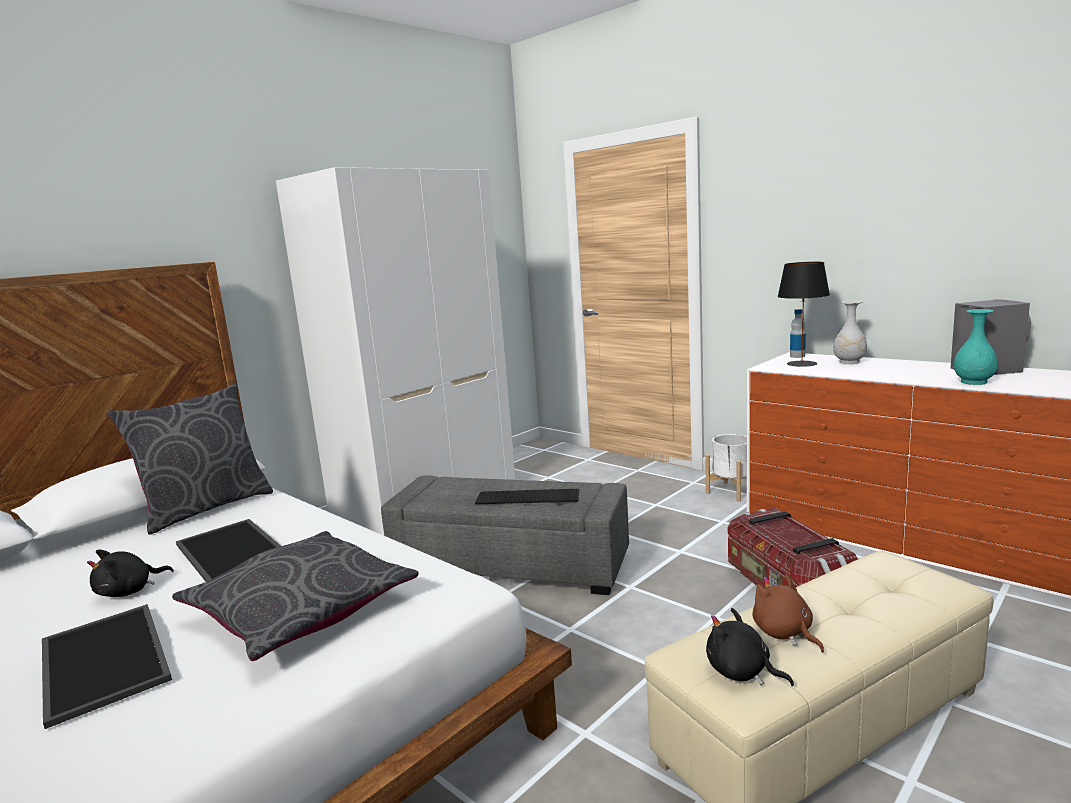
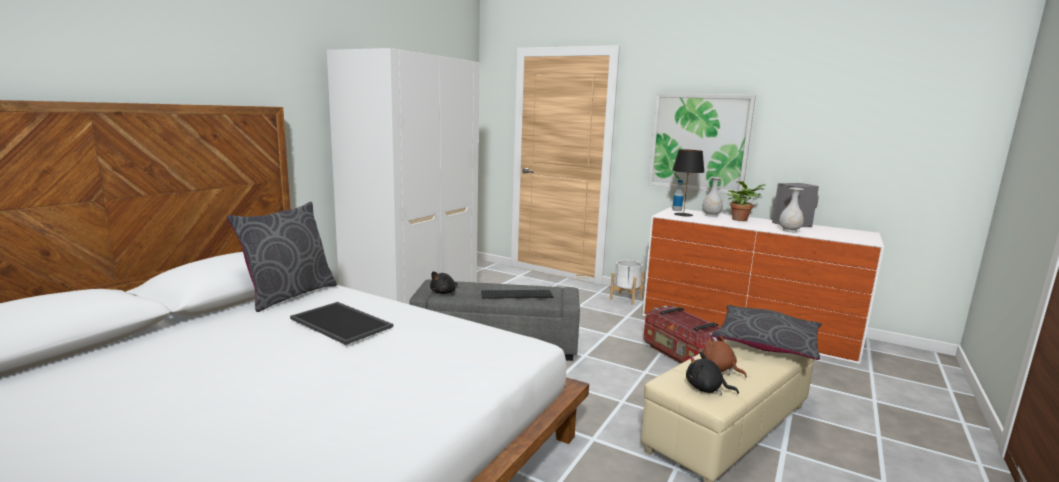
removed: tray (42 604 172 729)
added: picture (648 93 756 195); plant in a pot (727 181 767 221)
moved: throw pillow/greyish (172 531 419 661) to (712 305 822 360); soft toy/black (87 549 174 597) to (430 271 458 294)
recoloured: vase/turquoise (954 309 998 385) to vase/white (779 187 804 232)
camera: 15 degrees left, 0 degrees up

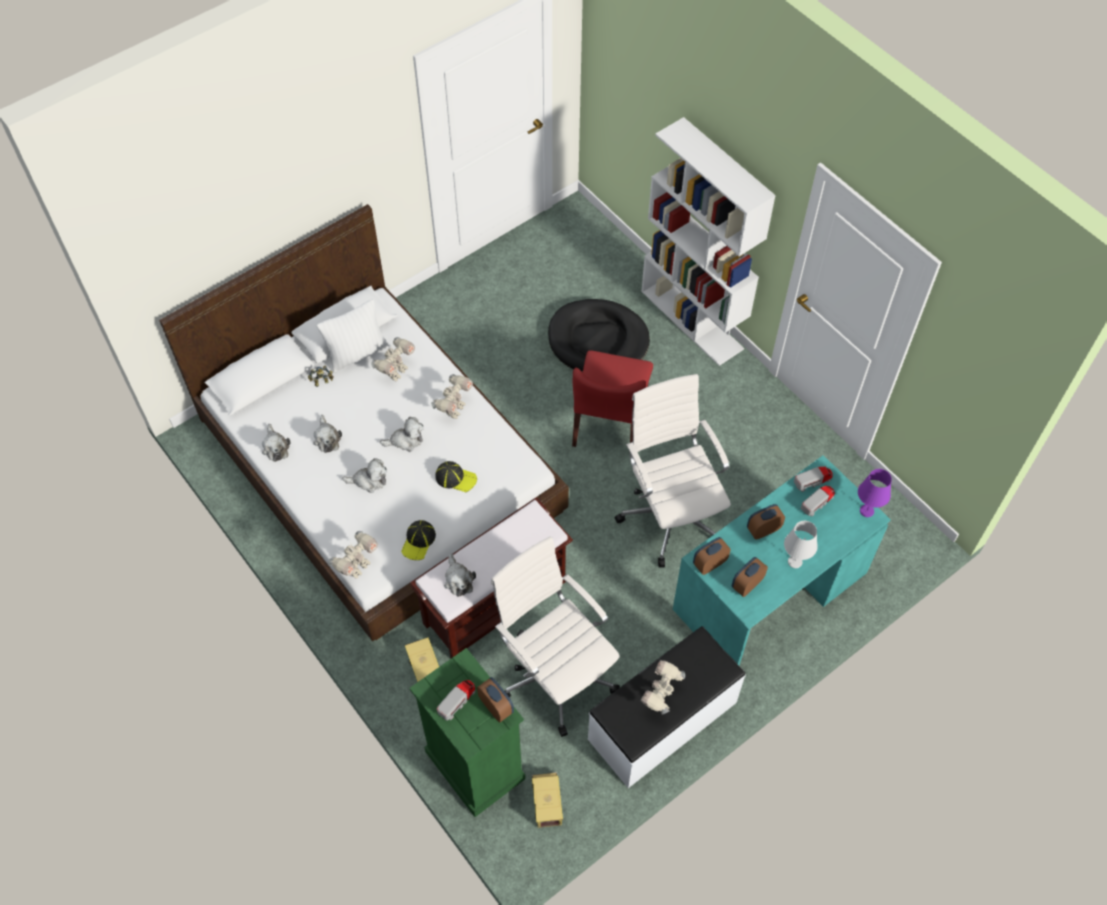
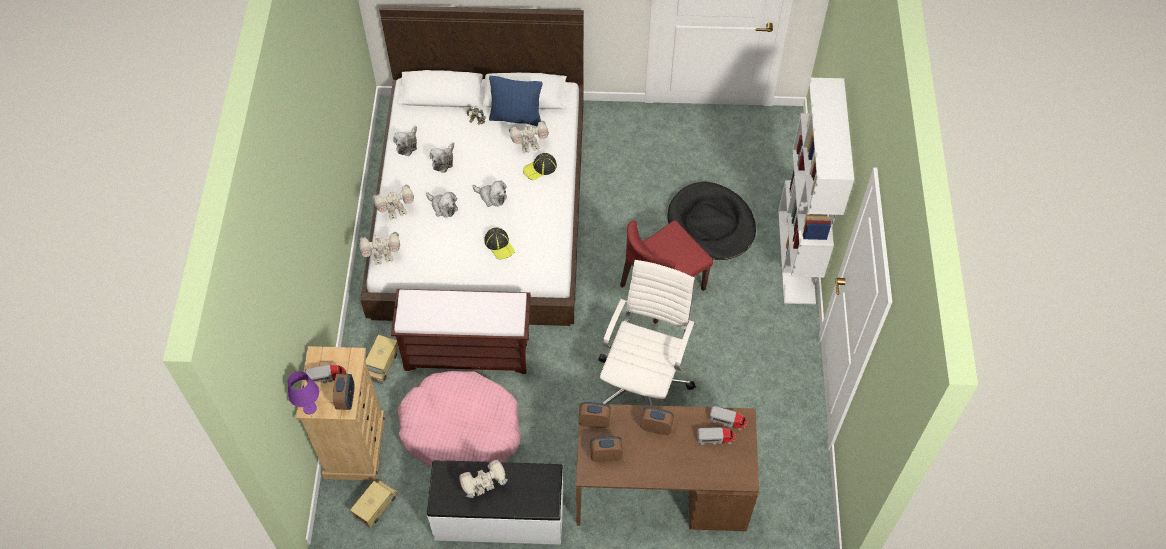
removed: tabletop lamp/white (784 521 818 568); soft toy (444 553 476 597)
moved: model robot (431 374 473 419) to (373 185 414 220); tabletop lamp/purplish (858 469 892 517) to (288 371 319 414); peaked cap (401 520 436 560) to (523 153 557 181)
replaced: office chair/white (491 536 620 737) to dog cushion/pinkish (398 371 520 467)
recoloured: throw pillow/white (317 299 389 373) to throw pillow/blue-coloured (489 76 542 126); desk table/turquoise (673 455 891 666) to desk table/brown (576 403 759 531); drawer chest/green-coloured (410 648 525 817) to drawer chest/beige (296 346 385 481)
camera: 40 degrees right, 0 degrees up

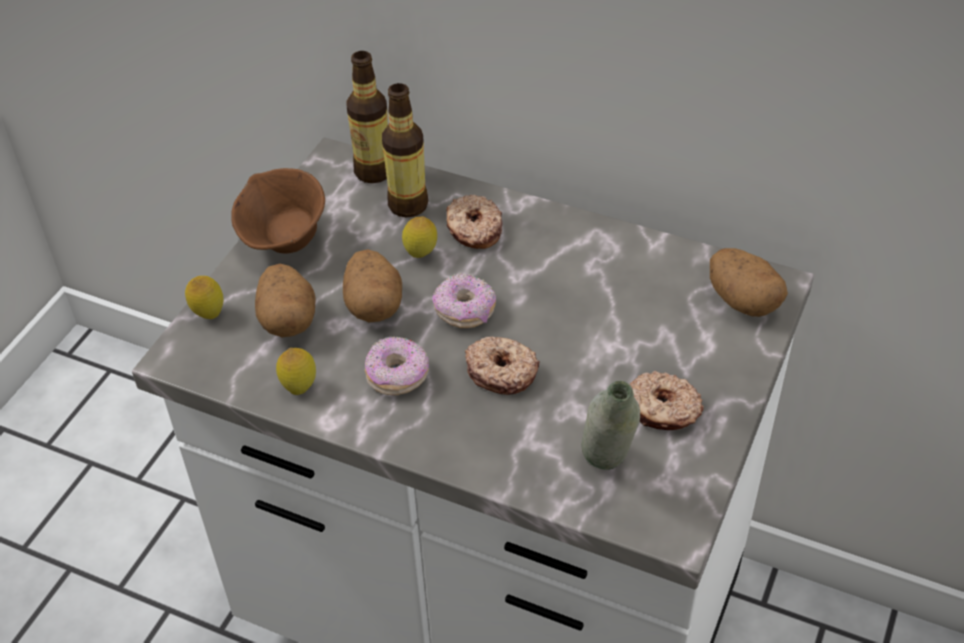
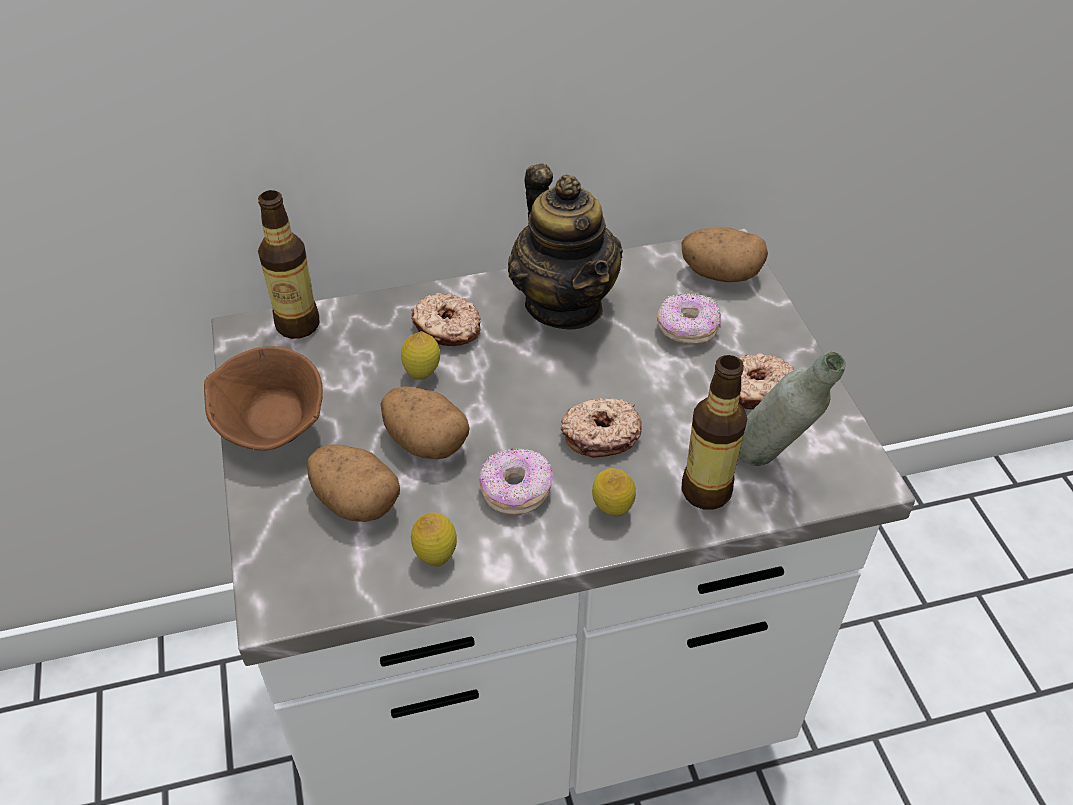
added: teapot (508 164 623 330)
moved: bottle (382 83 428 217) to (682 355 747 510); donut (432 273 496 328) to (657 293 721 345); lemon (185 276 223 319) to (592 468 636 516)
camera: 40 degrees left, 0 degrees up

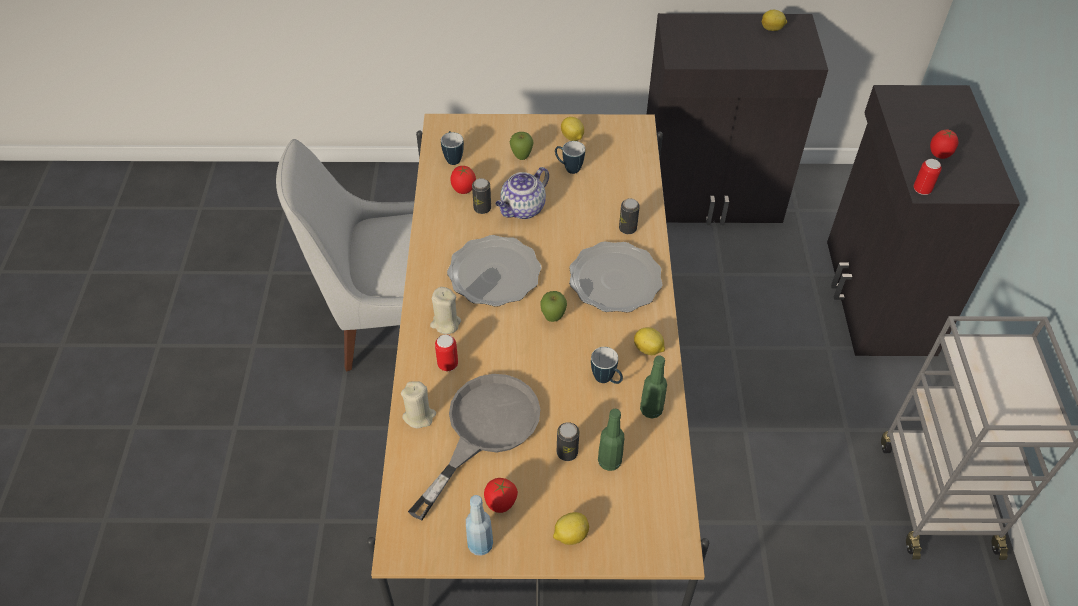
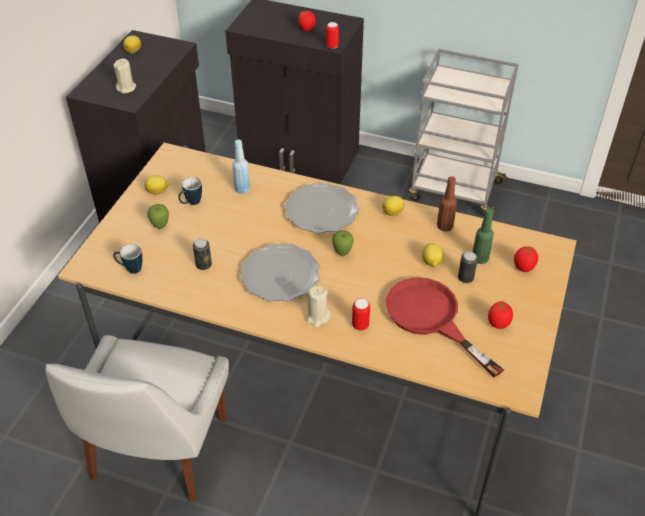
removed: teapot (495 167 549 219); metal can (619 198 640 234); coffee mug (591 347 623 384)
moved: tomato (450 166 476 194) to (514 246 538 272); candle/beige (401 381 436 429) to (113 58 136 93); bottle/blue-coloured (466 495 493 556) to (232 140 250 194); lemon (553 512 589 545) to (422 243 443 267)
recoloured: bottle/green-coloured (640 356 667 418) to bottle/brown (437 176 457 231); frying pan/greyish (408 374 540 520) to frying pan/reddish (386 277 504 378)
camera: 70 degrees left, 5 degrees down

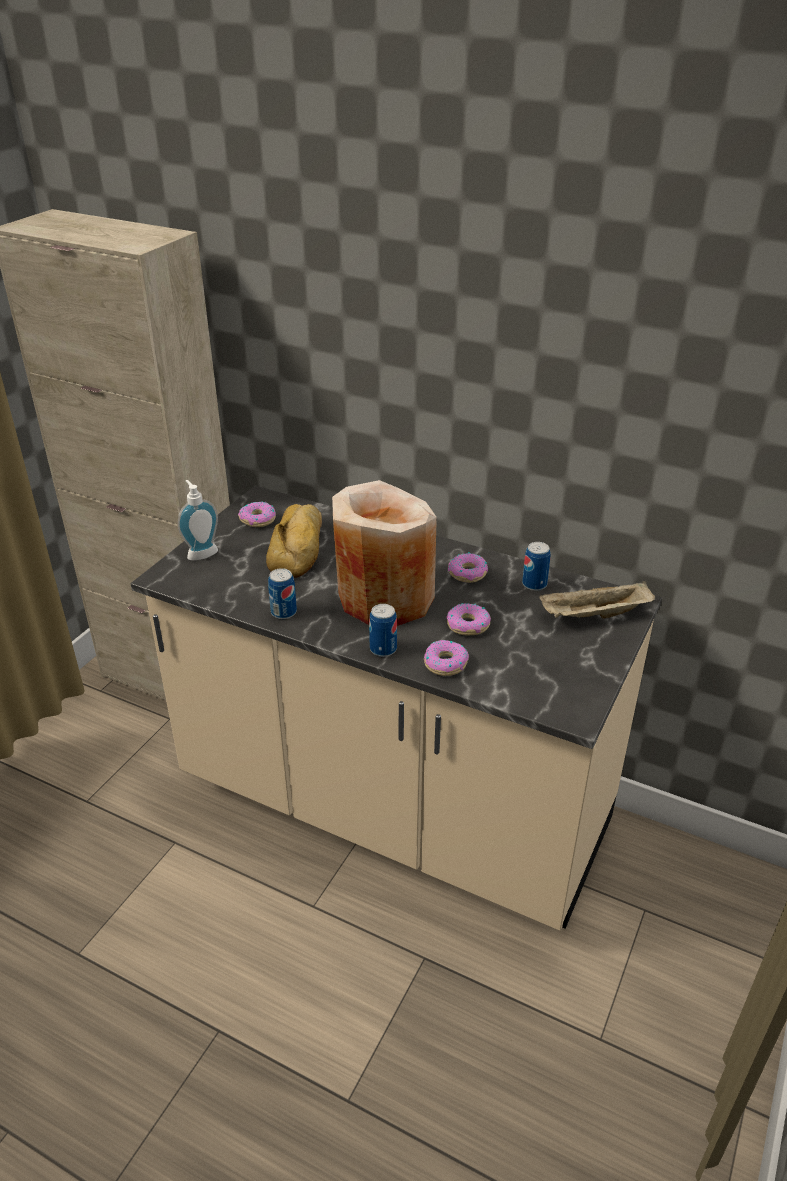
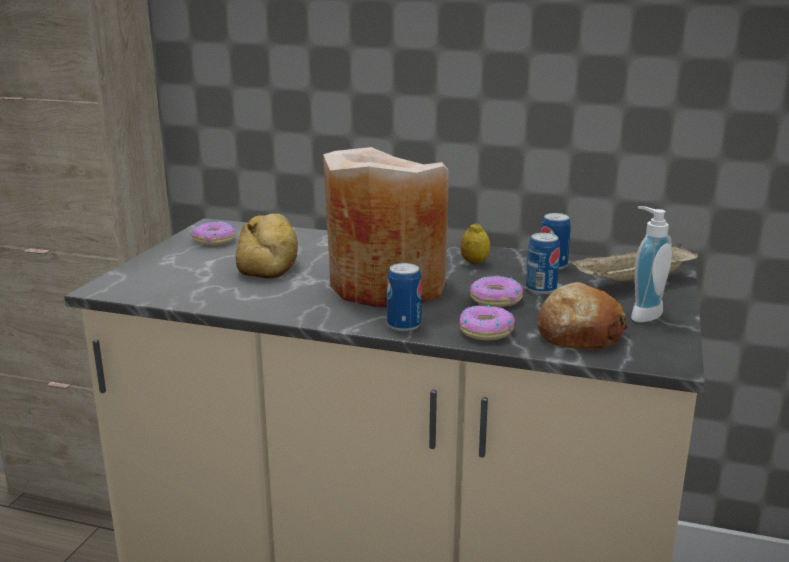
added: bakery bread (538 282 628 350)
moved: soap dispenser (178 480 218 561) to (631 206 672 322); metal can (268 568 297 619) to (526 233 560 294)
replaced: donut (448 552 488 583) to lemon (460 223 490 264)
camera: 10 degrees left, 15 degrees down

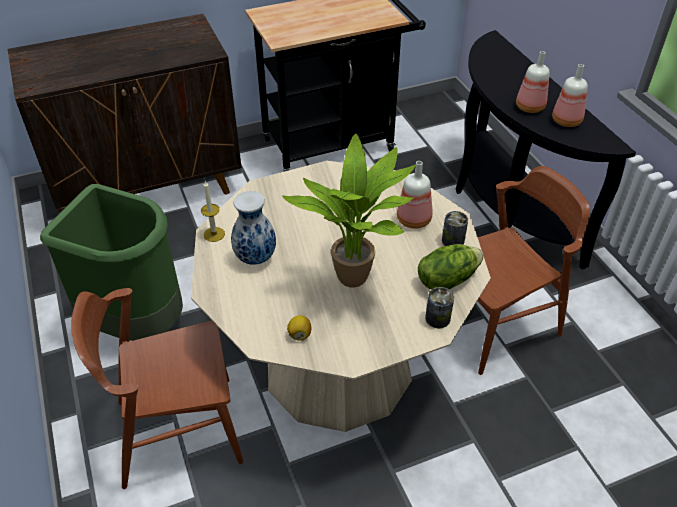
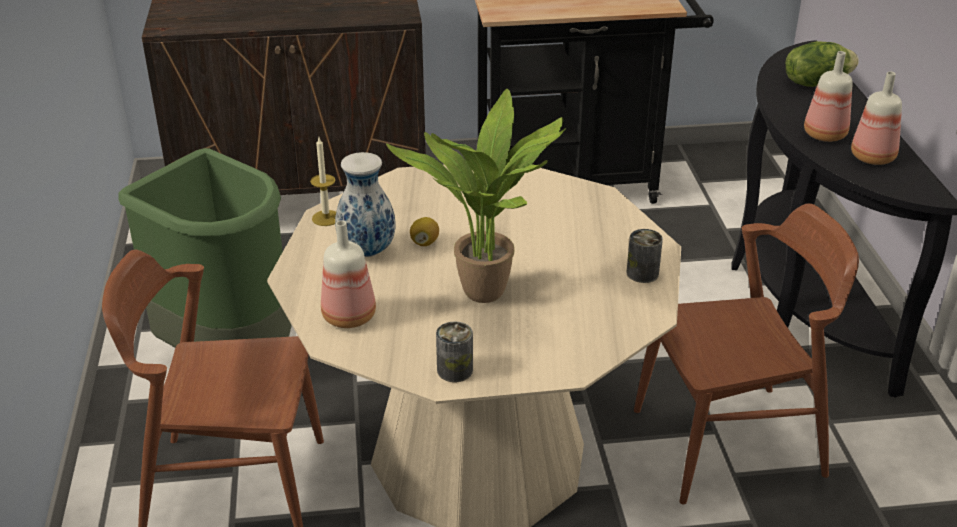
moved: bottle (397 161 432 229) to (321 220 376 328); lettuce head (418 244 483 290) to (785 41 859 87); metal can (425 287 454 328) to (436 322 473 382); lemon (287 315 311 341) to (410 217 439 246)
camera: 15 degrees right, 10 degrees down

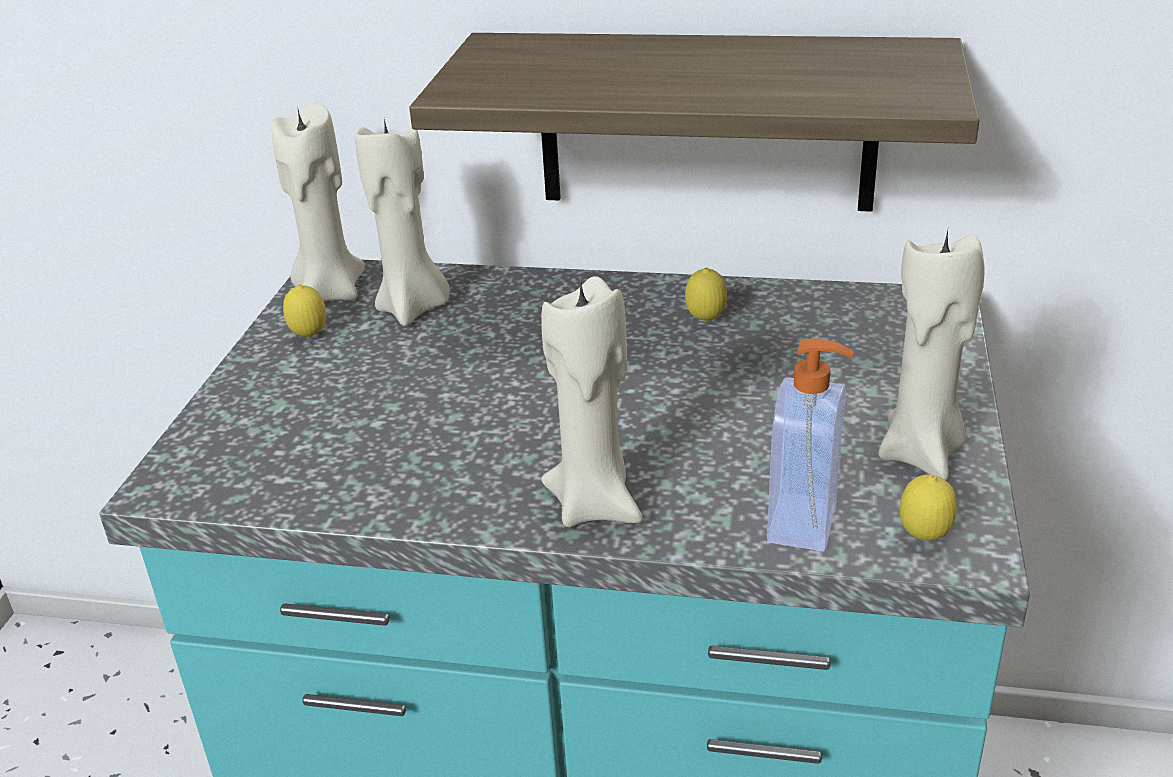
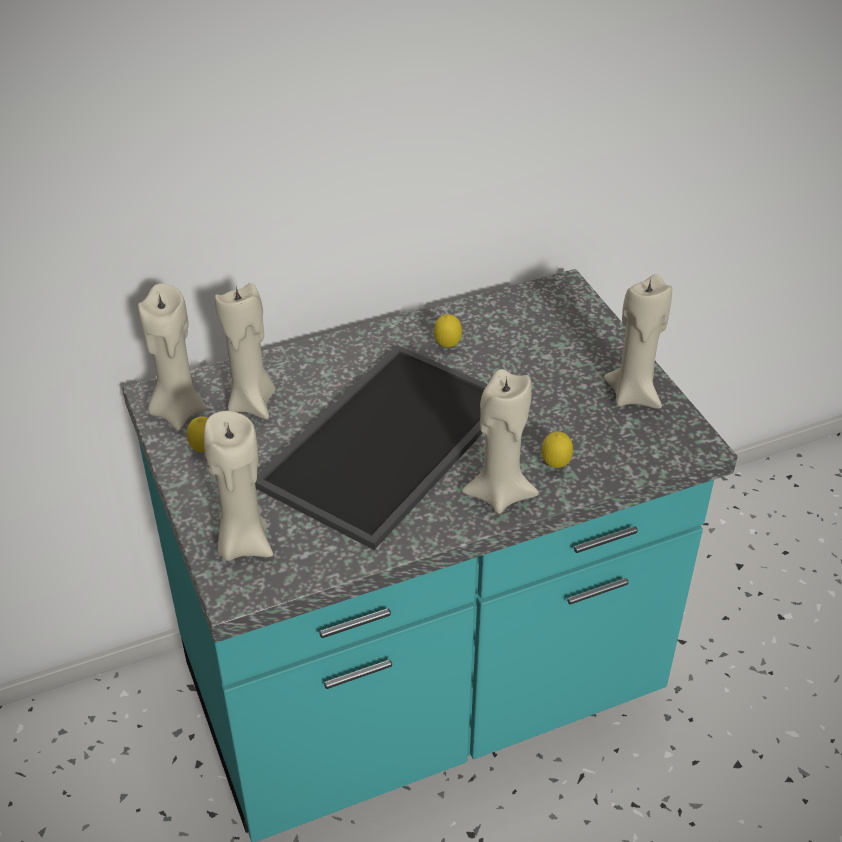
removed: bracket shelf (409 33 980 212); soap dispenser (767 339 854 552)
added: tray (255 345 488 550); candle/beige (204 411 273 561)
moved: lemon (899 474 957 541) to (542 431 573 468)
camera: 35 degrees left, 10 degrees up

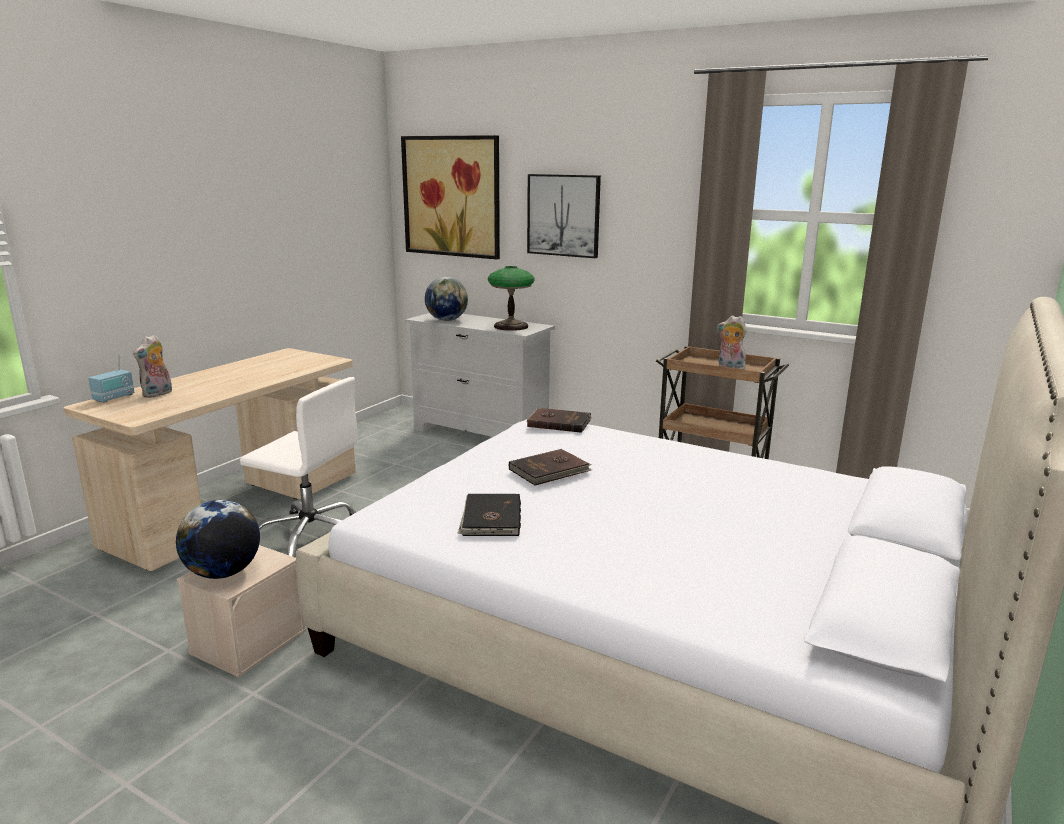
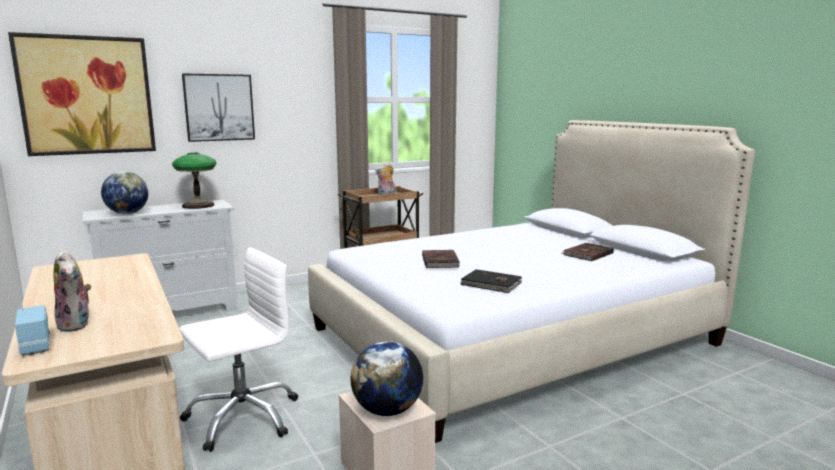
moved: bound book/brown (526 408 592 433) to (562 243 614 261)
camera: 60 degrees left, 5 degrees down

